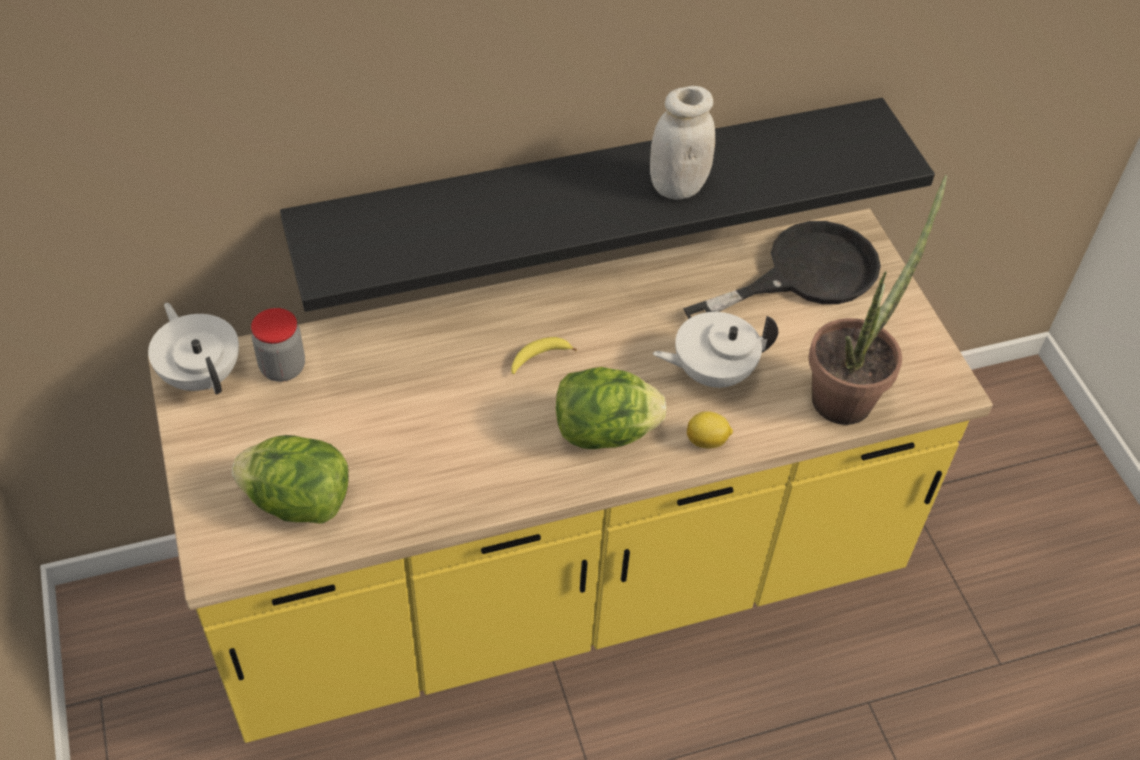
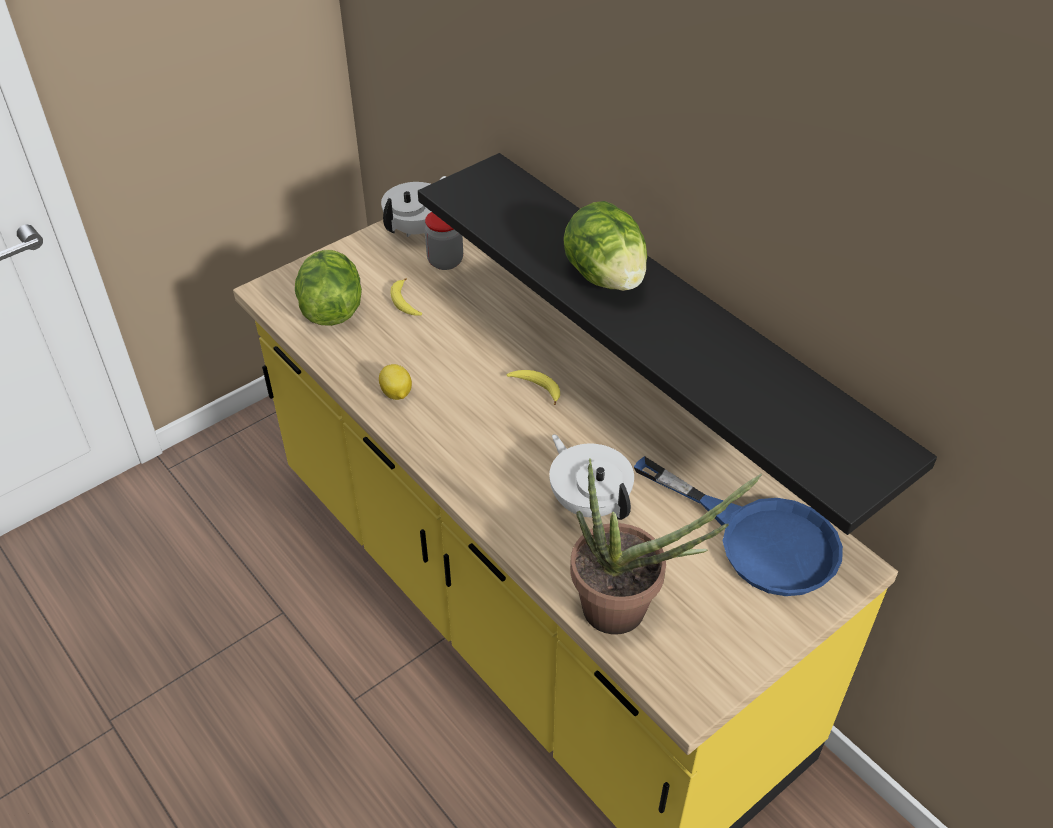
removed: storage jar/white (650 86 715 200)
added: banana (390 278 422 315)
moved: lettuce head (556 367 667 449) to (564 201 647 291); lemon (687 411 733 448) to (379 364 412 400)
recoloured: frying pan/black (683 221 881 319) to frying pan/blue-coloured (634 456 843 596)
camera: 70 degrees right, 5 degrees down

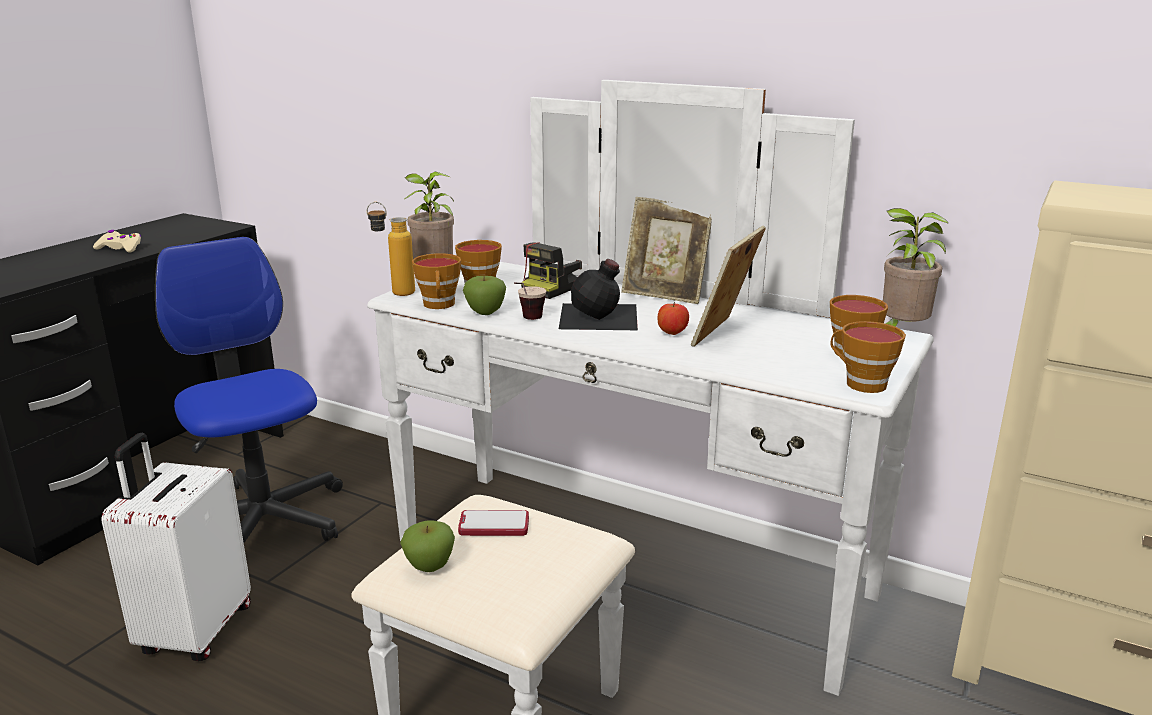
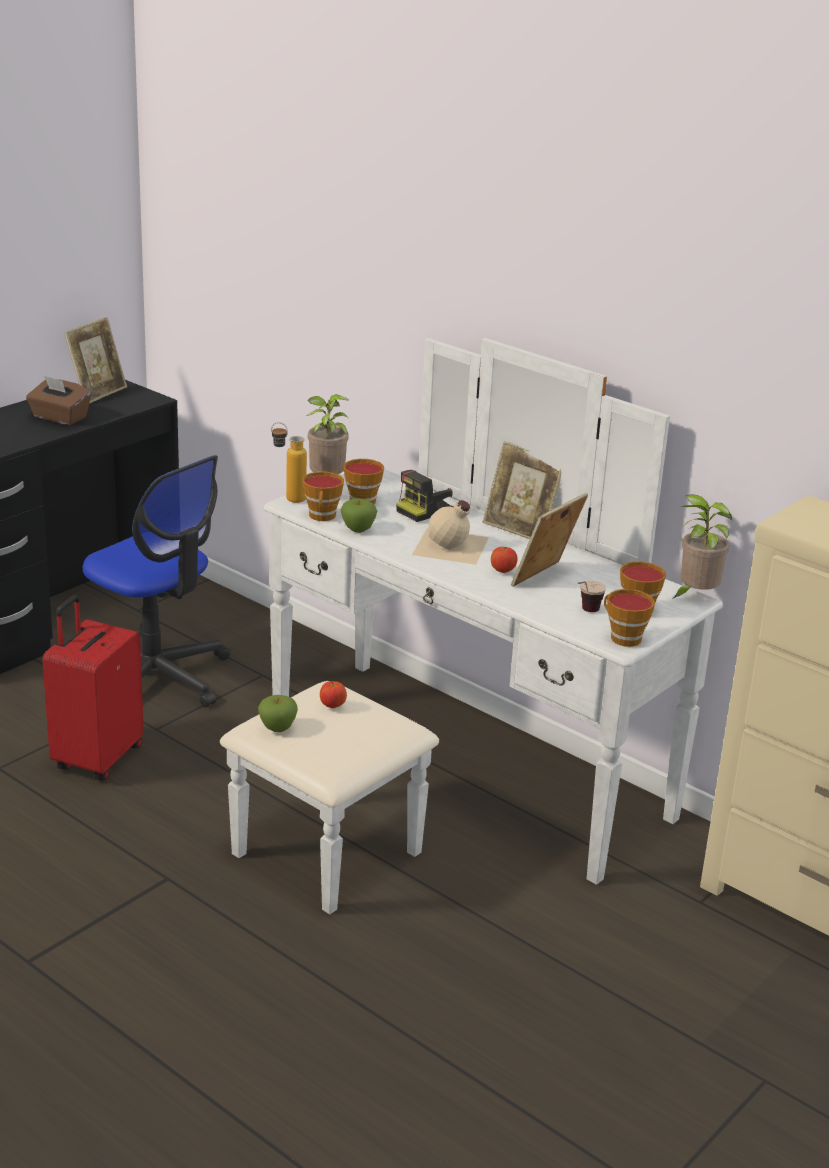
added: picture frame (64 317 127 404)
moved: small cup (514 282 546 320) to (577 581 606 612)
replaced: joypad/beige (93 230 141 253) to tissue box/brown (26 375 91 425); handset (458 510 529 536) to whole apple (320 681 347 708)
recoloured: bottle/black (559 259 638 330) to bottle/beige (412 500 489 565); suitcase/white (101 433 251 661) to suitcase/reddish (43 595 144 781)
turned: office chair (155 237 343 543) = (83 455 230 707) 150 degrees clockwise
camera: 10 degrees right, 5 degrees up

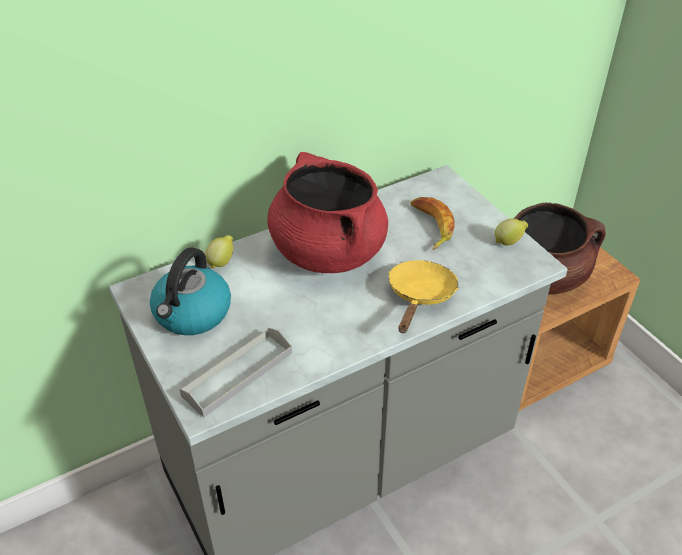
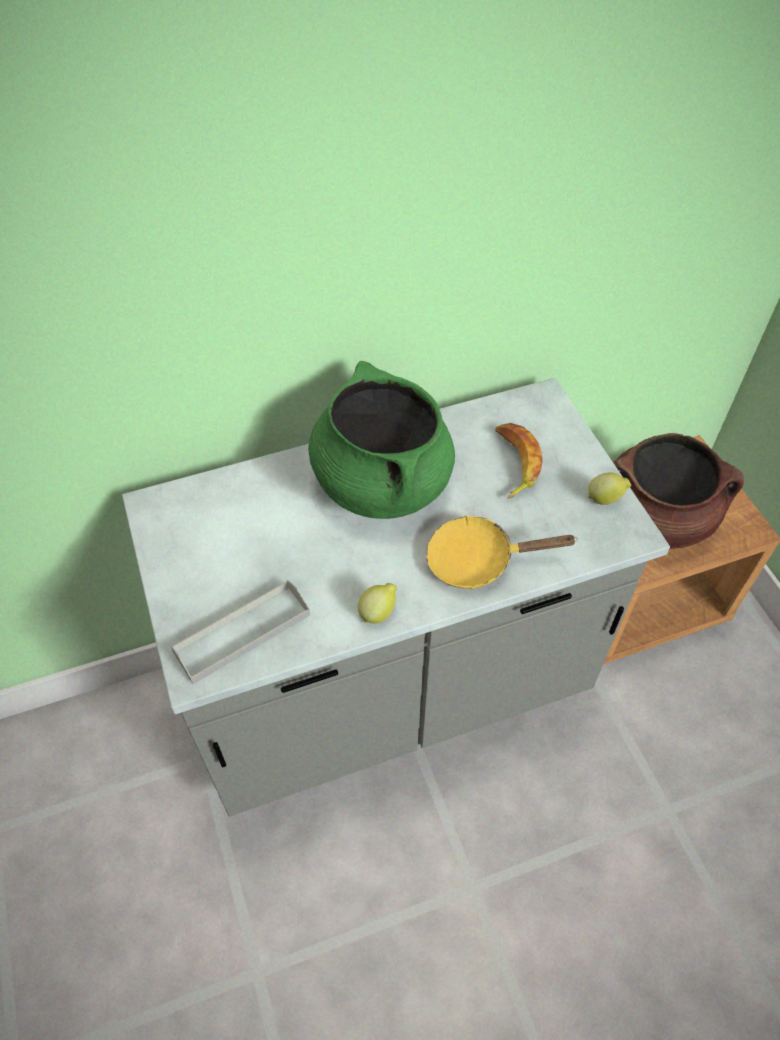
removed: tea kettle (150 247 231 335)
moved: lemon (205 235 233 268) to (358 583 397 624)
recoloured: stockpot/reddish (268 152 388 273) to stockpot/green-coloured (308 361 455 519)
turned: frying pan/yellowish (389 260 459 333) = (426 515 578 589) 120 degrees counterclockwise
camera: 10 degrees right, 10 degrees up

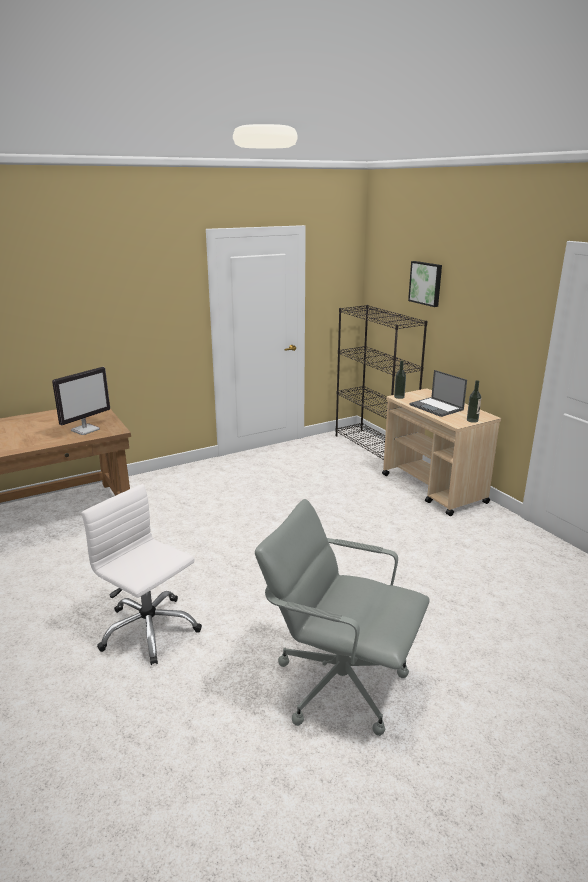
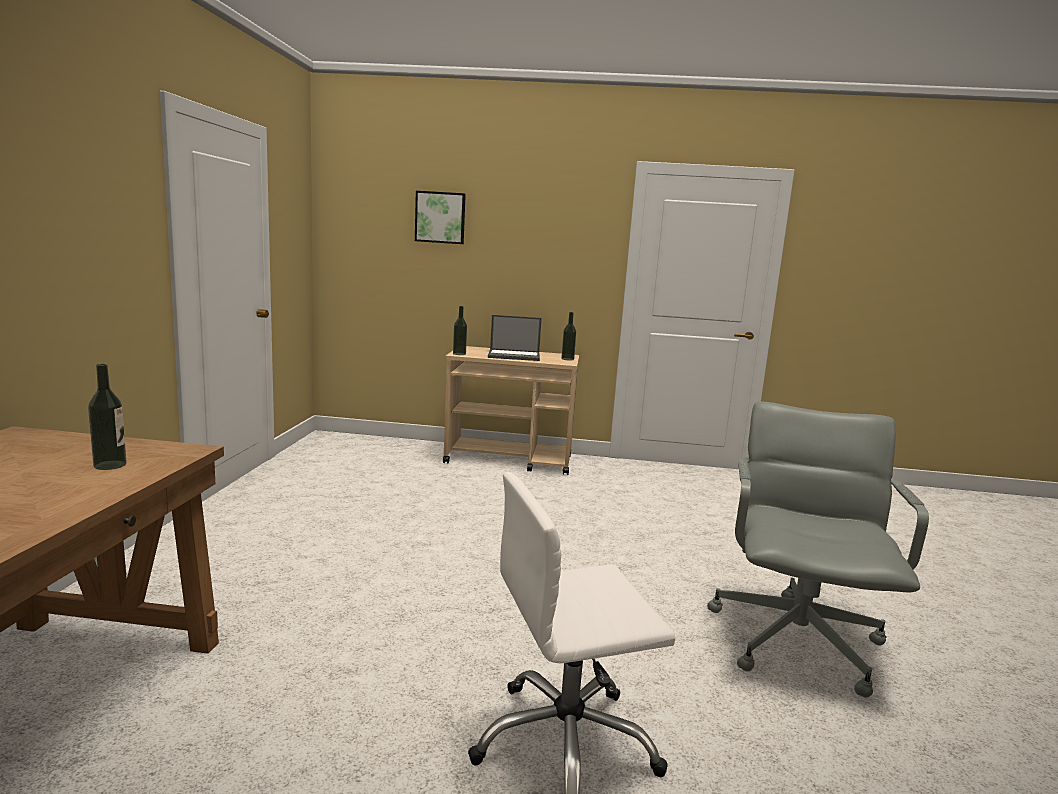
removed: shelving unit/black (335 305 427 460)
replaced: computer screen (52 367 110 435) to bottle (88 364 126 470)
turned: office chair/greyish (255 499 430 736) = (707 402 929 698) 135 degrees clockwise
camera: 55 degrees left, 10 degrees down

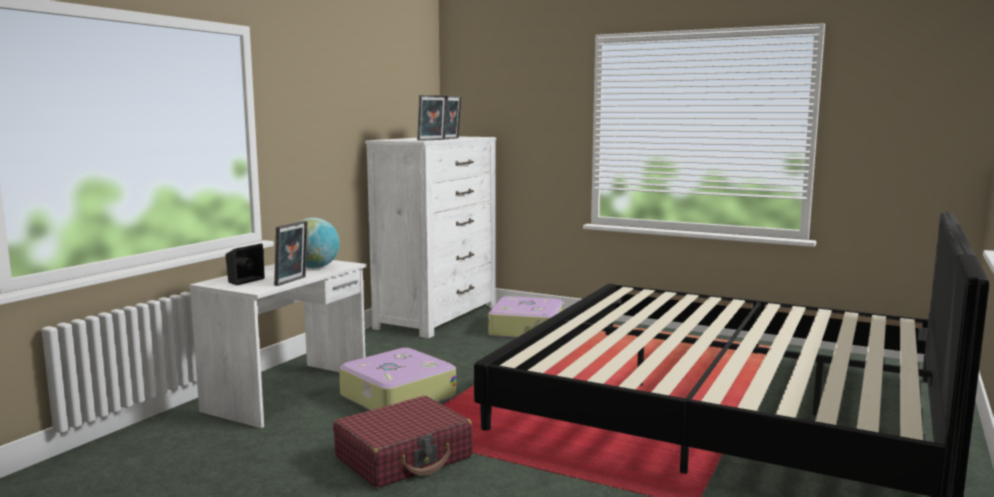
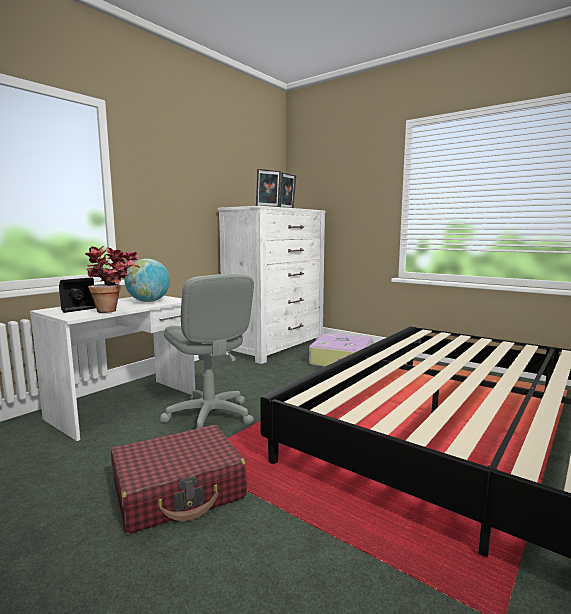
replaced: picture frame (274 221 308 286) to plant in a pot (85 246 140 313); suitcase (339 348 456 411) to office chair/greyish (160 274 254 429)
camera: 10 degrees right, 0 degrees up

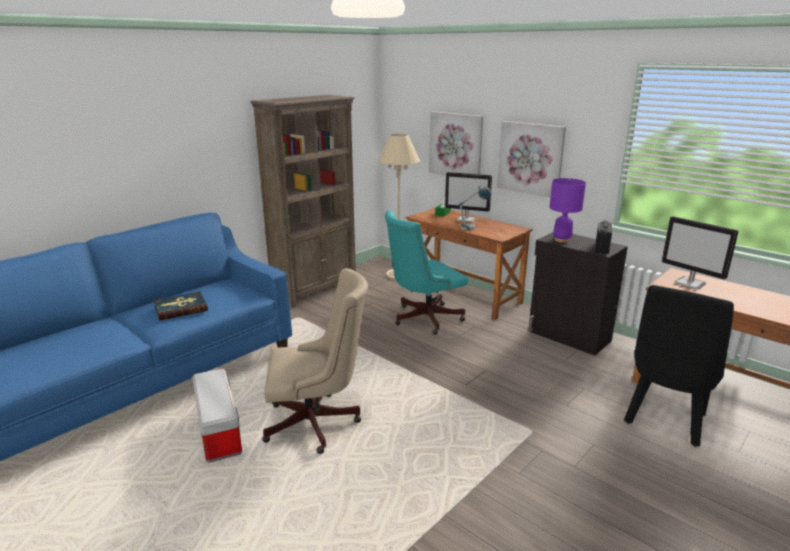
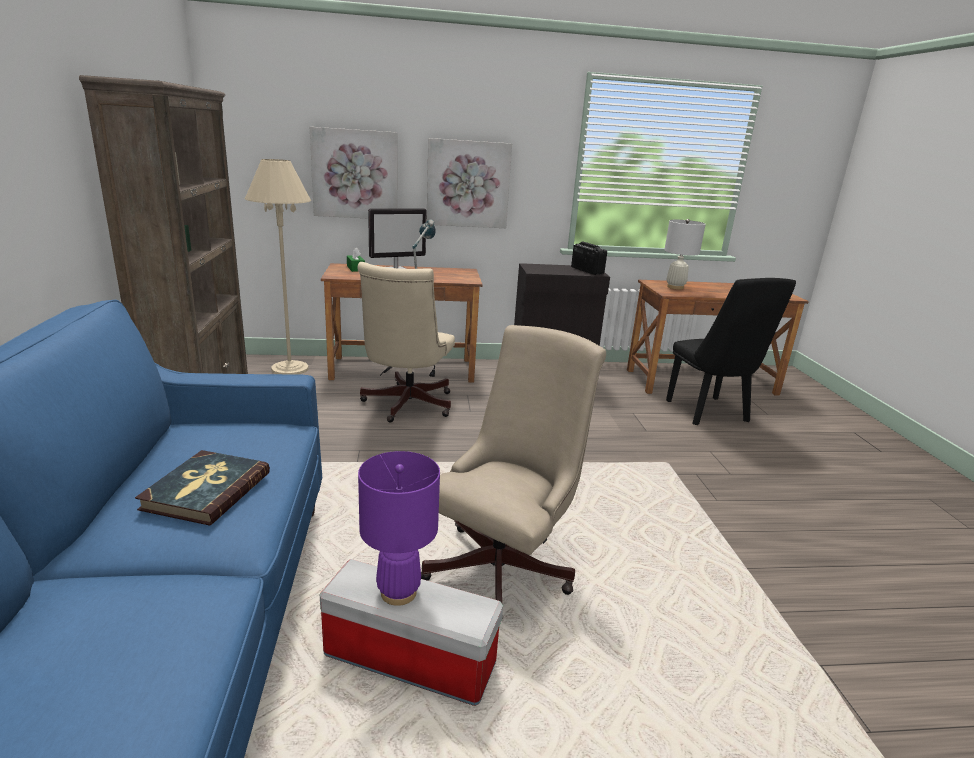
moved: tabletop lamp/purplish (550 178 586 243) to (358 451 440 606)
replaced: computer screen (662 216 739 289) to tabletop lamp/white (664 219 706 289)
recoloured: office chair/turquoise (385 210 468 335) to office chair/beige (358 262 455 423)
camera: 50 degrees left, 0 degrees up

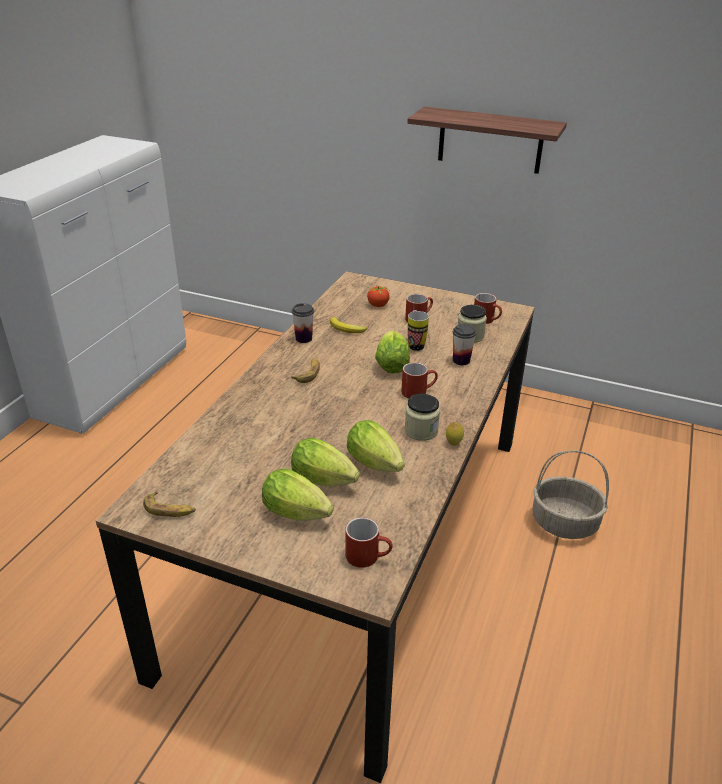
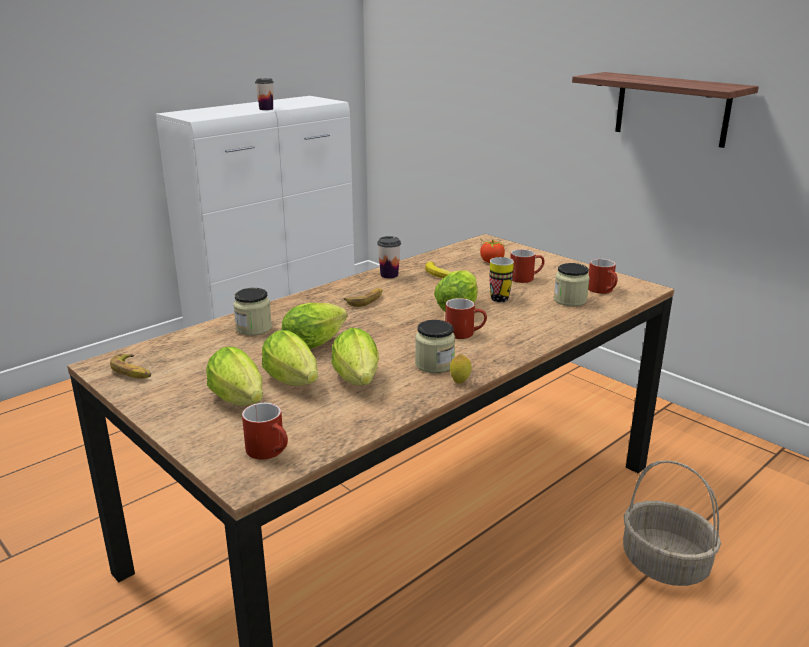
added: storage jar (233 288 272 336); lettuce head (282 303 347 349)
moved: small cup (453 324 476 365) to (255 78 274 110)
camera: 25 degrees right, 10 degrees down

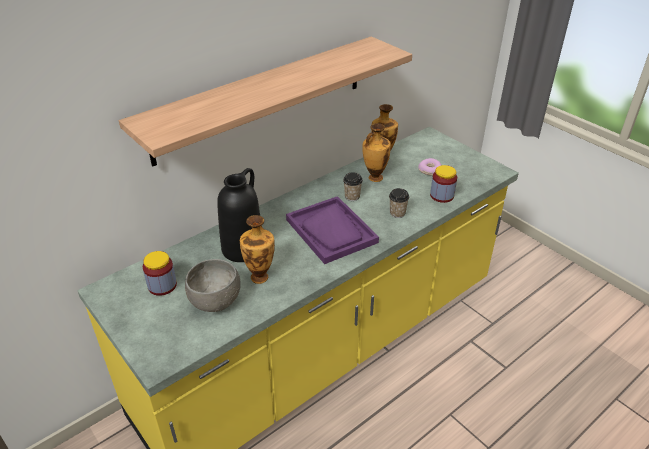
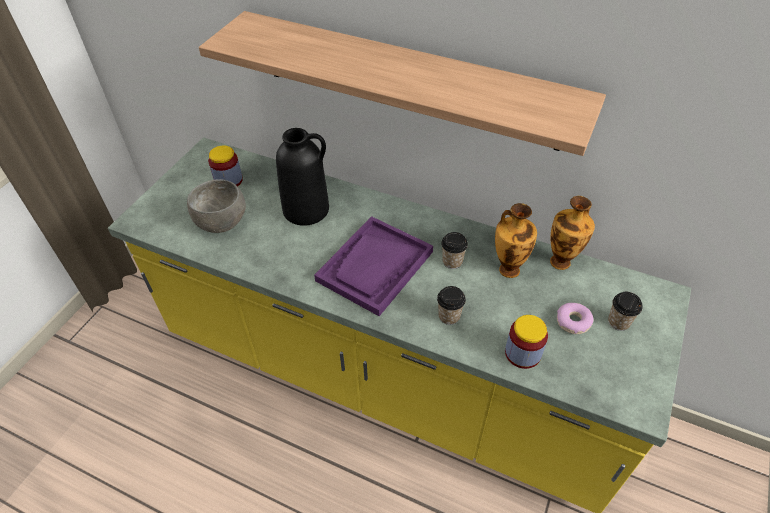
removed: vase (240 215 275 284)
added: small cup (608 292 642 331)
camera: 65 degrees right, 10 degrees up

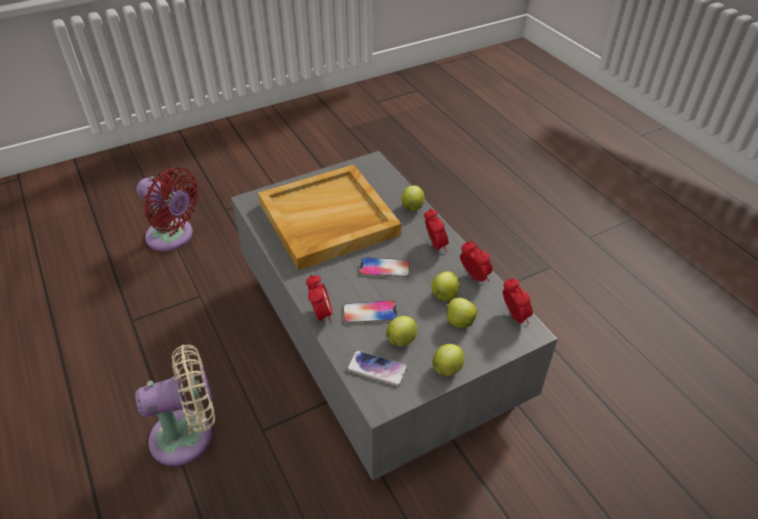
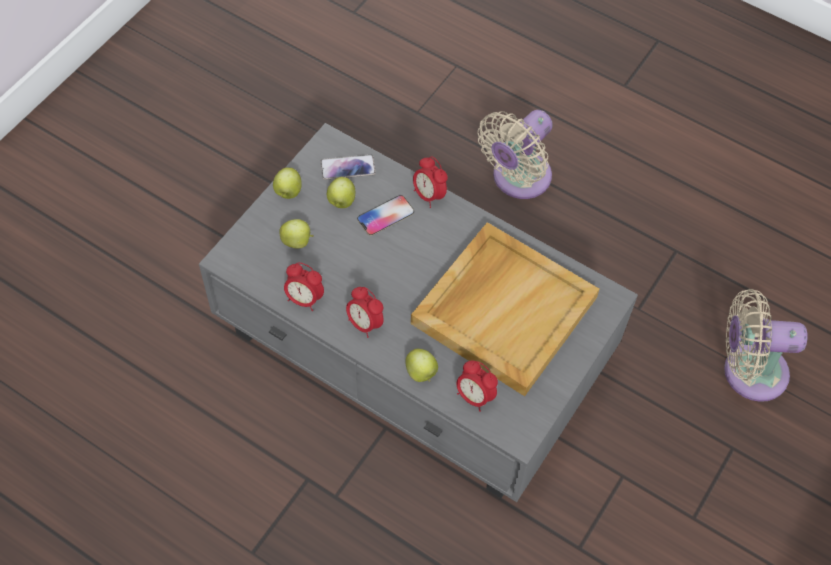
removed: handset (359 257 410 277); whole apple (431 271 460 301)
moved: table clock (503 279 533 324) to (456 361 498 412)
recoloured: cooling fan/reddish (137 167 200 251) to cooling fan/beige (724 289 808 402)
camera: 150 degrees right, 15 degrees up

